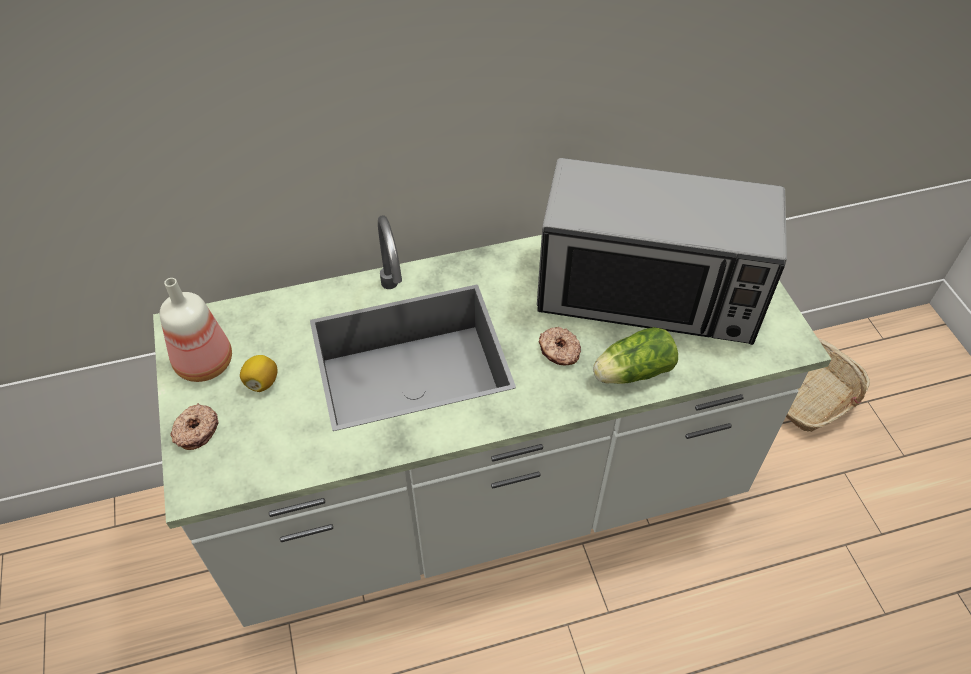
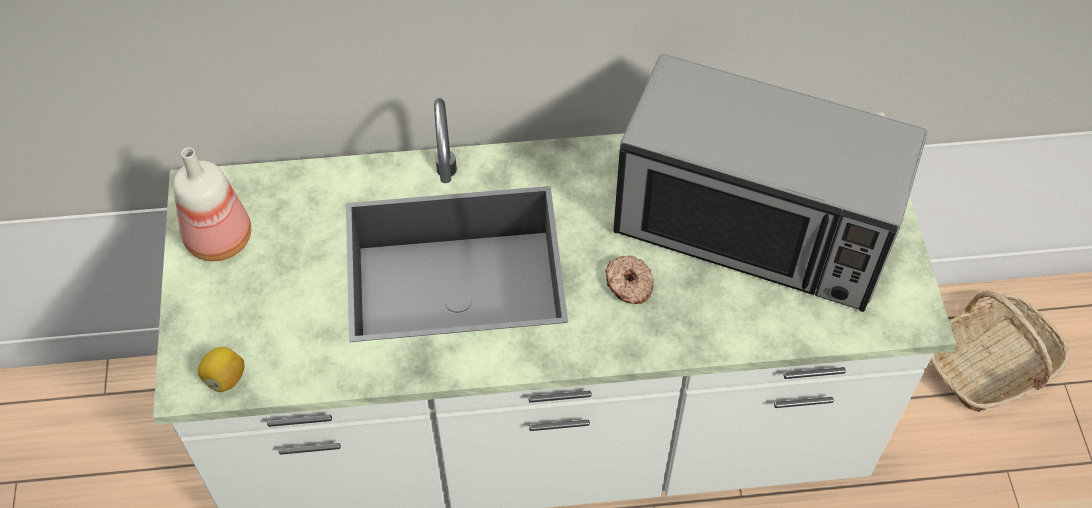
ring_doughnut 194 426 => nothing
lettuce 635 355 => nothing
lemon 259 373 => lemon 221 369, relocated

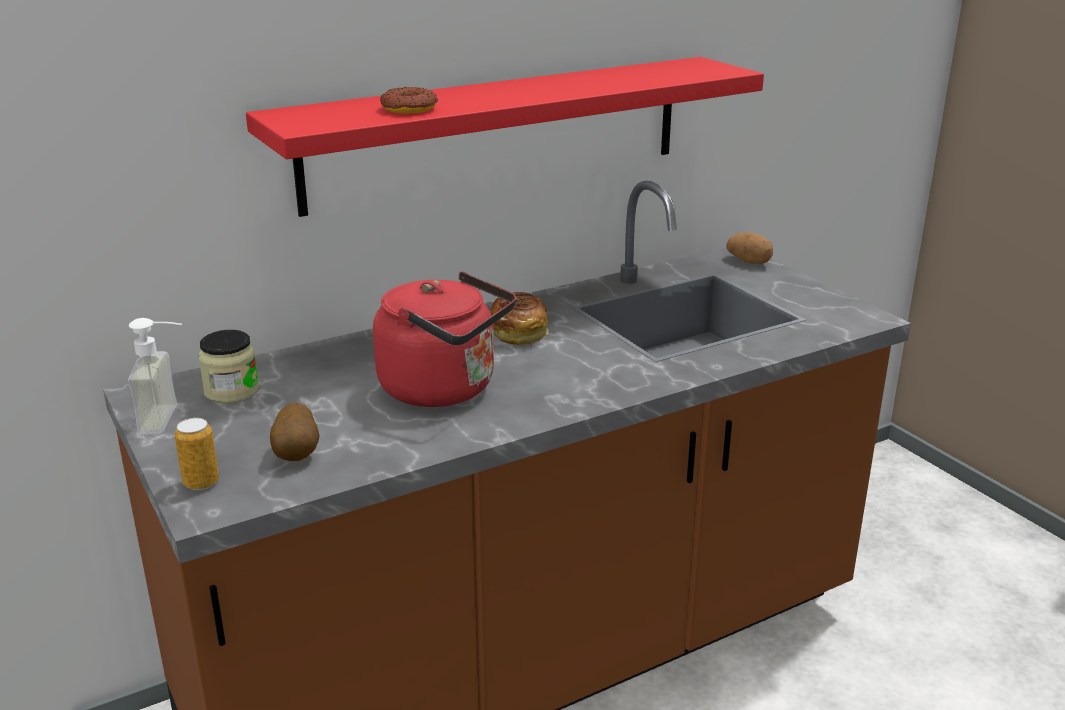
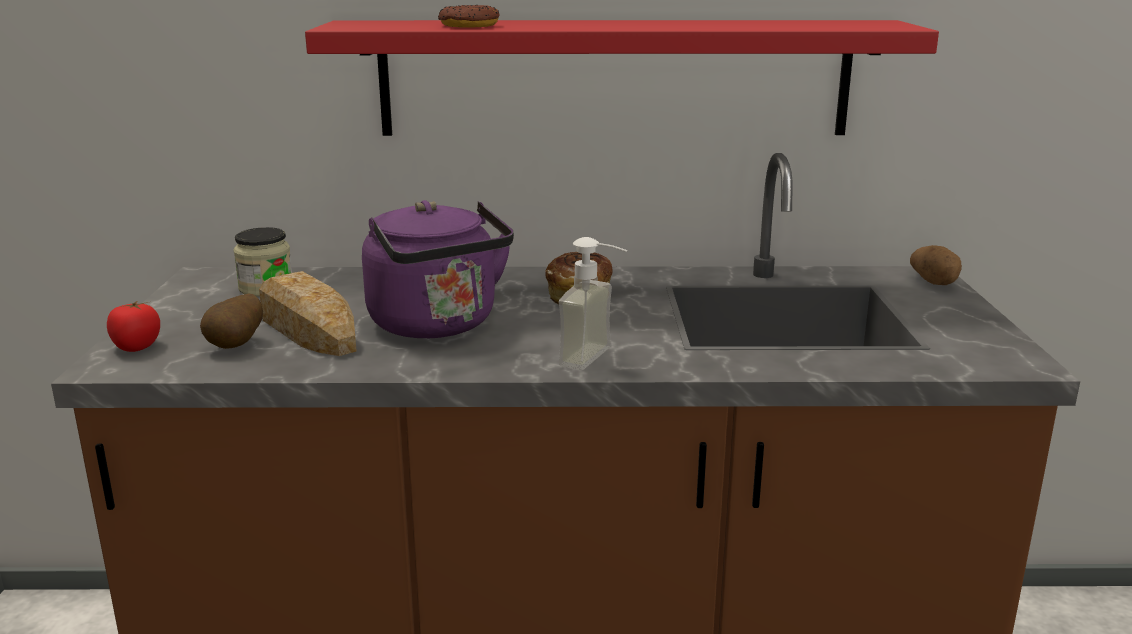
nothing => bakery_bread 307 313
liquid_soap_bottle 155 376 => liquid_soap_bottle 593 303, relocated
metal_can 196 454 => fresh_tomato 133 326
reddish_tea_kettle 444 339 => purple-coloured_tea_kettle 438 269

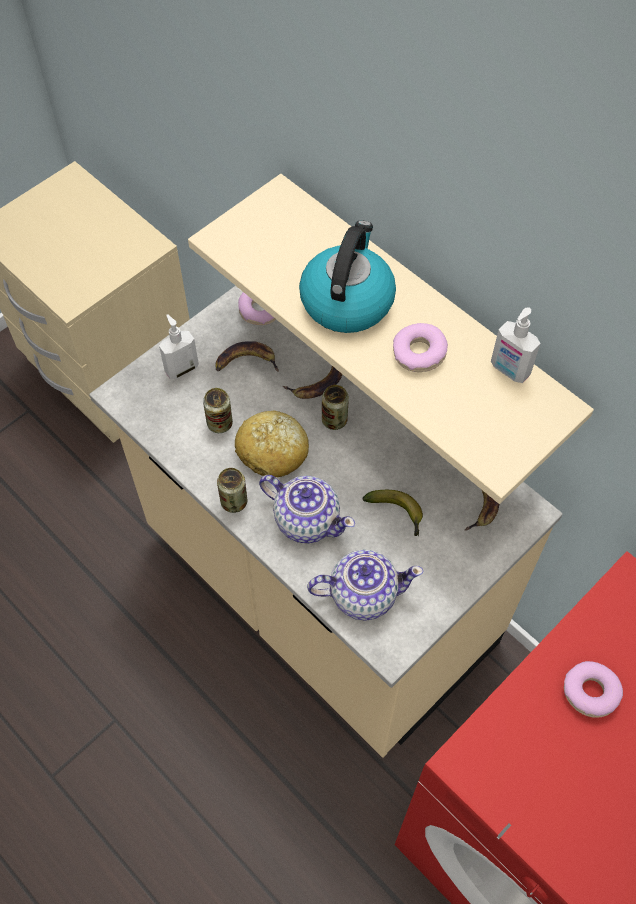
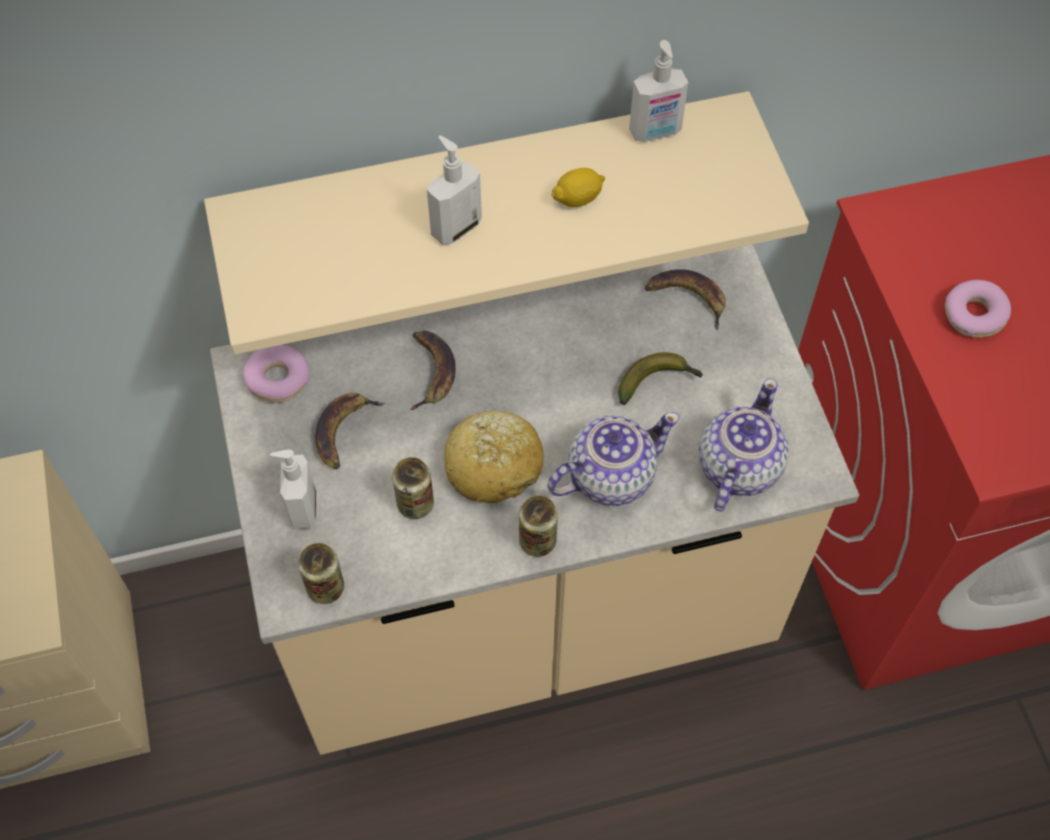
metal_can 335 407 => metal_can 321 573, relocated
tea_kettle 347 277 => liquid_soap_bottle 454 190
ring_doughnut 420 347 => lemon 578 187

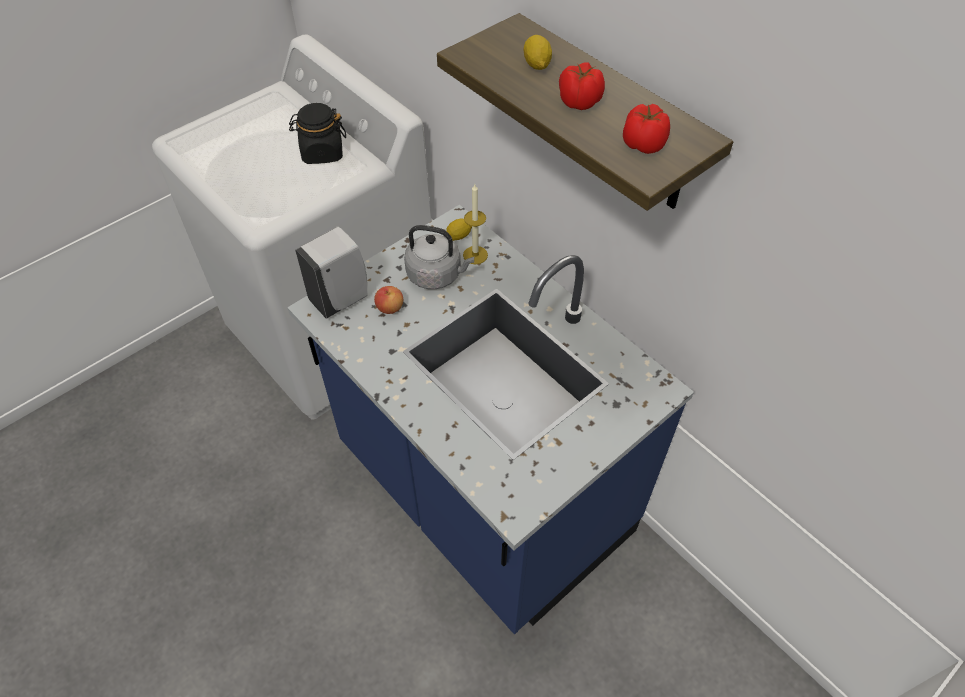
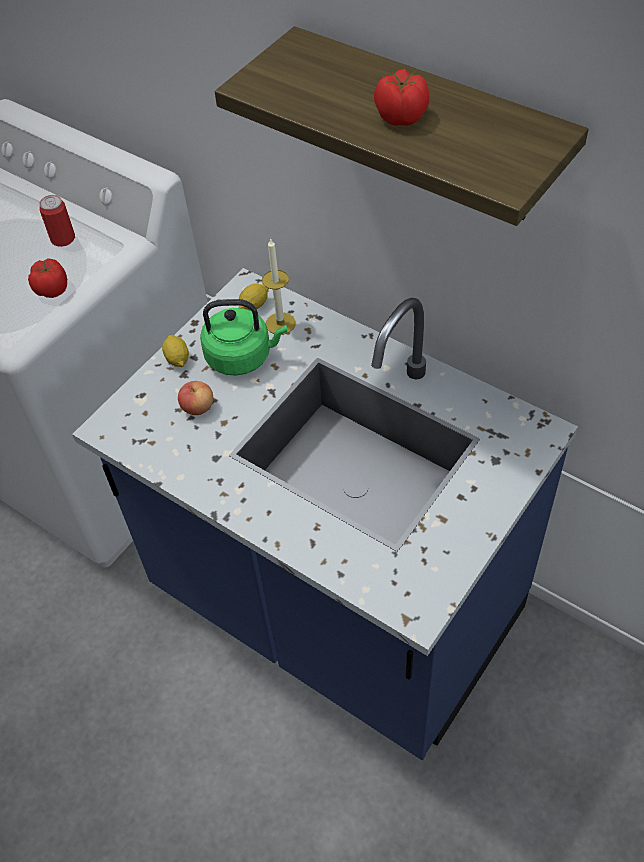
white_liquid_soap_bottle 331 272 => nothing
lemon 538 52 => lemon 175 351, relocated
fresh_tomato 646 129 => fresh_tomato 47 278, relocated
blackish_preserve_jar 317 133 => metal_can 57 221
greyish_tea_kettle 439 257 => greenish_tea_kettle 243 337

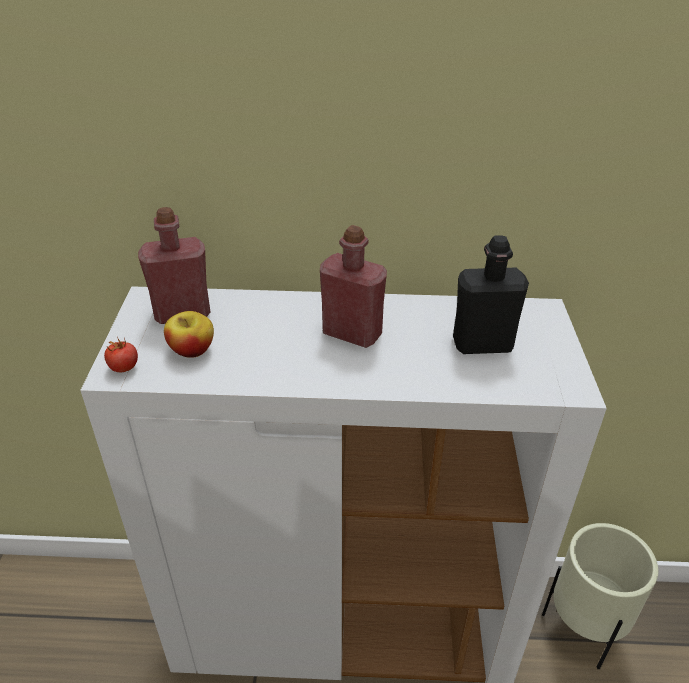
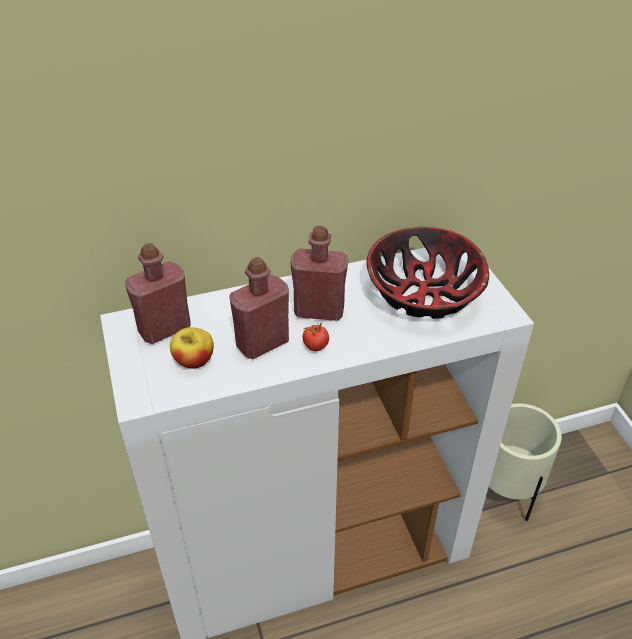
nothing => reddish_beverage_bottle 259 308
fresh_tomato 121 354 => fresh_tomato 316 336, relocated
blackish_beverage_bottle 491 294 => serving_bowl 427 273

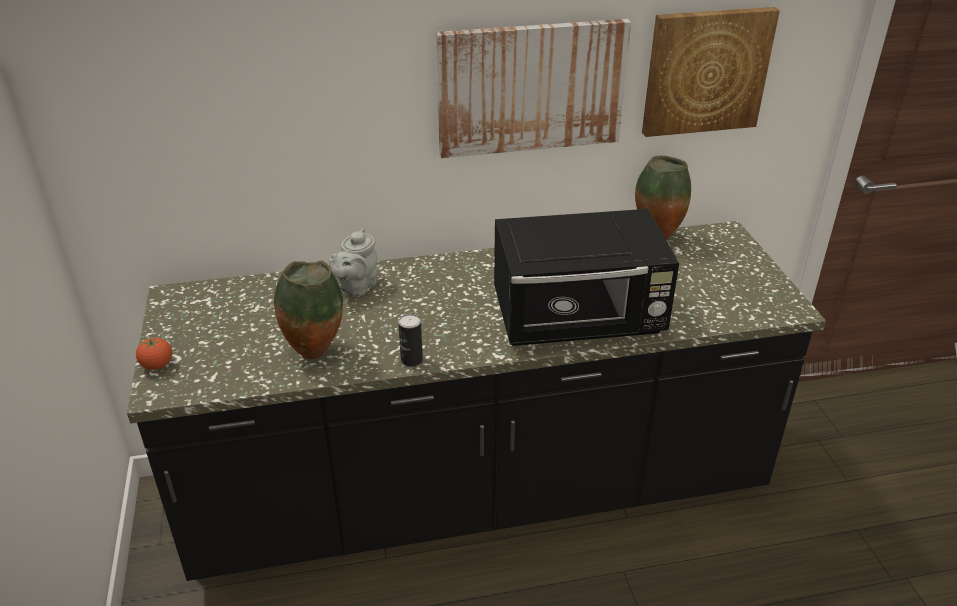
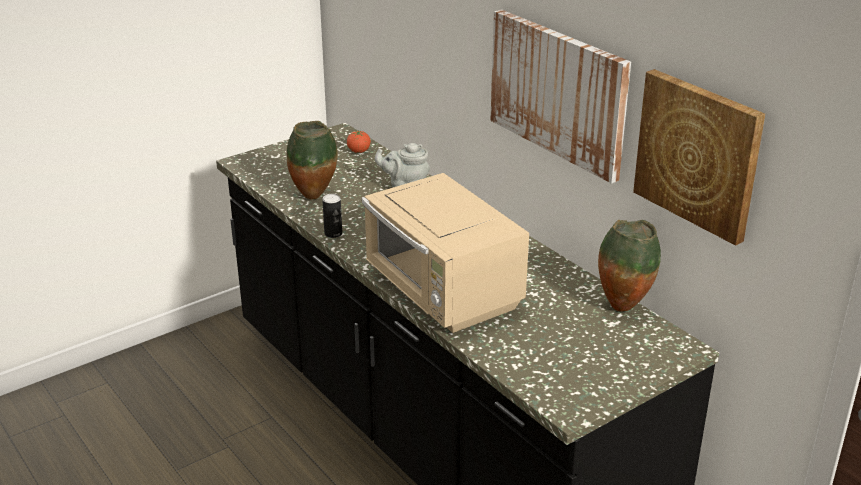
fresh_tomato 154 353 => fresh_tomato 359 141, relocated
blackish_kitchen_microwave 586 277 => sand-coloured_kitchen_microwave 445 253

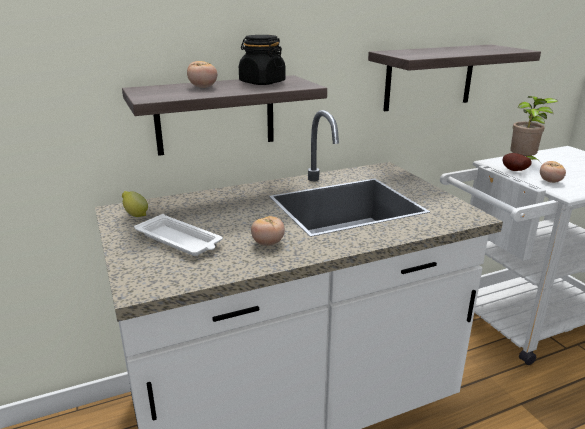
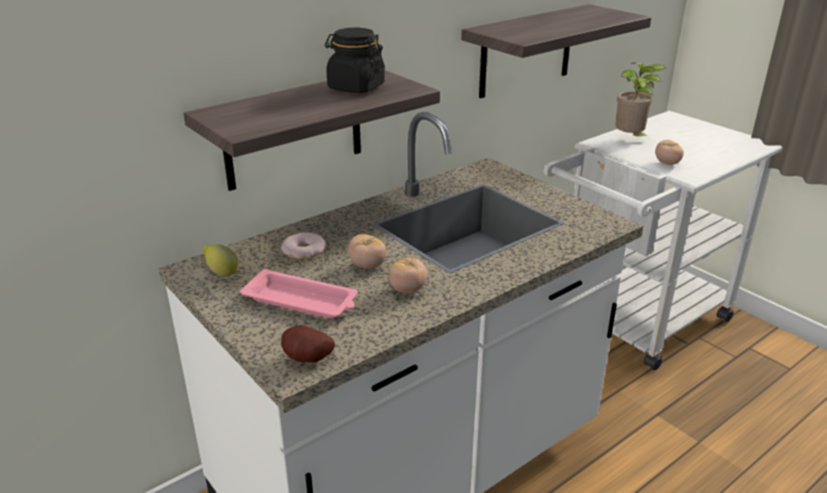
nothing => ring_doughnut 303 245
fresh_tomato 202 74 => fresh_tomato 367 251, relocated
whole_potato 517 162 => whole_potato 308 344, relocated
white_serving_tray 178 235 => pink-coloured_serving_tray 299 294

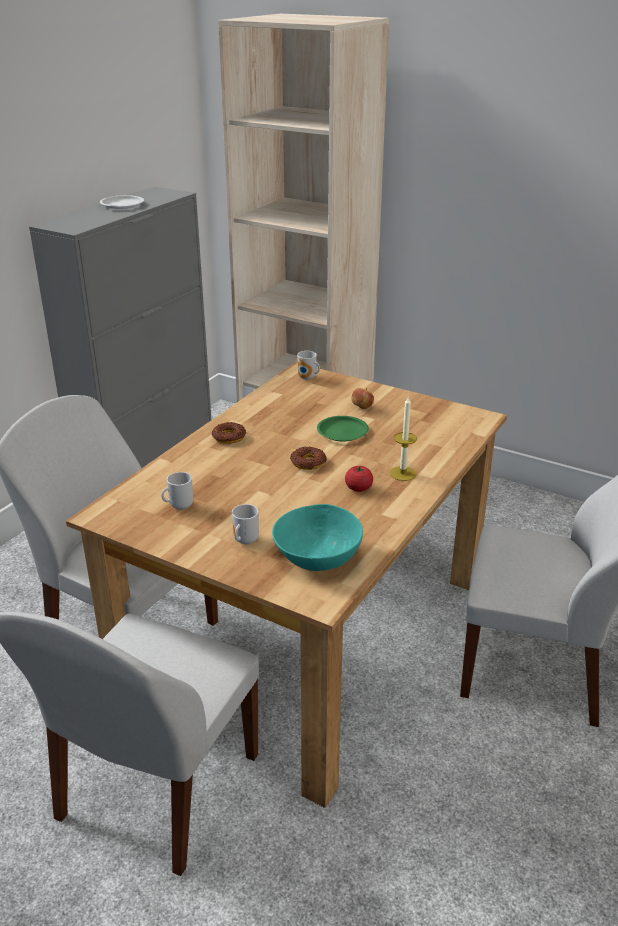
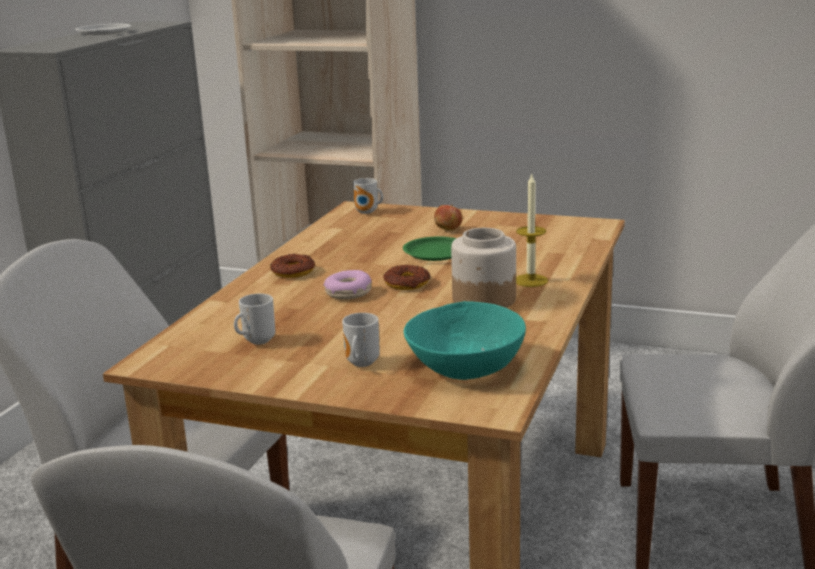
nothing => ring_doughnut 347 284
fresh_tomato 359 479 => preserve_jar 483 268

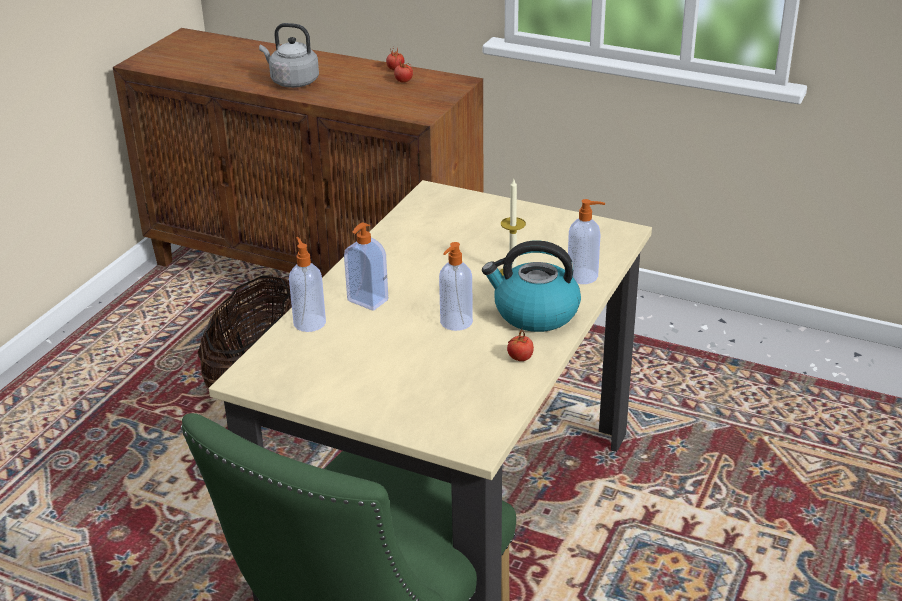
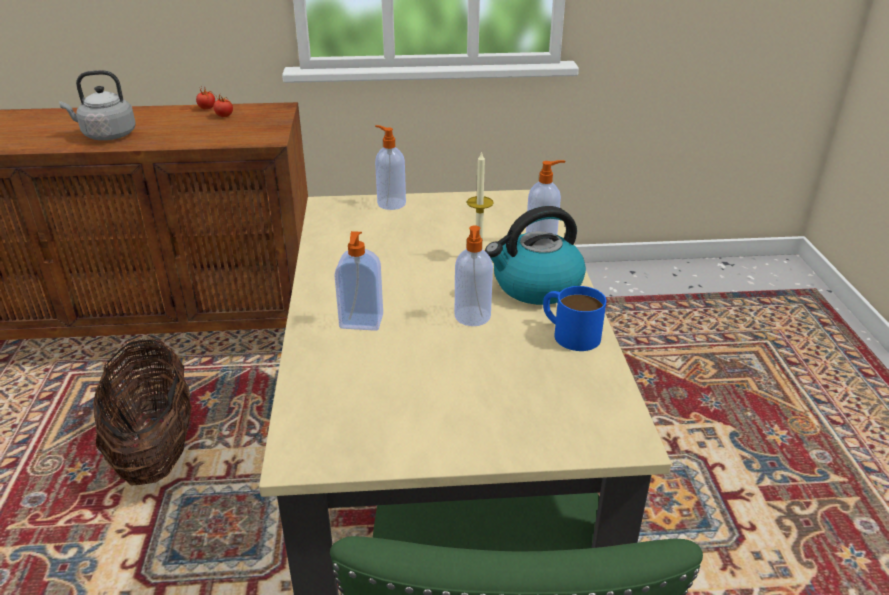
liquid_soap_bottle 307 284 => liquid_soap_bottle 390 167, relocated
fresh_tomato 520 345 => blue_coffee_mug 574 318

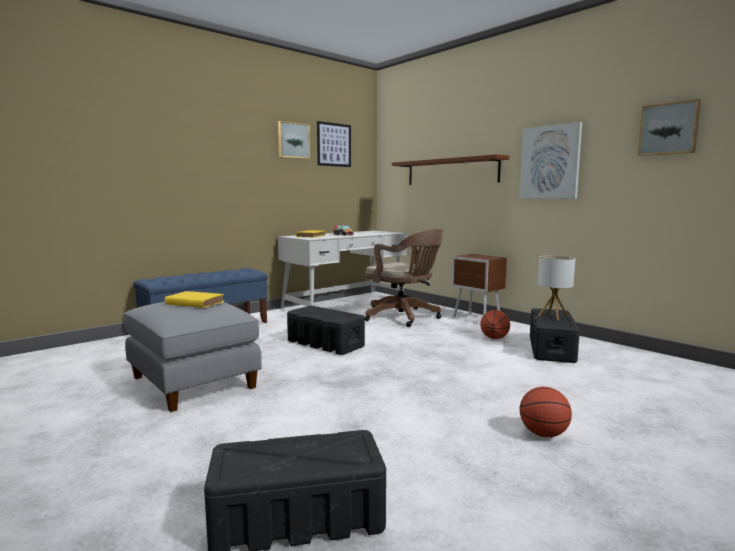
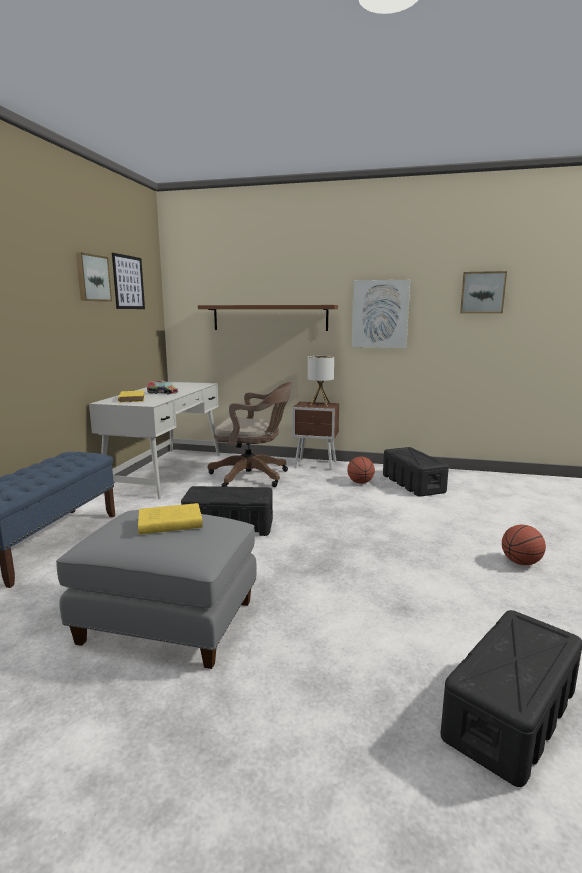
lamp_for_a_table 556 288 => lamp_for_a_table 320 381, relocated

